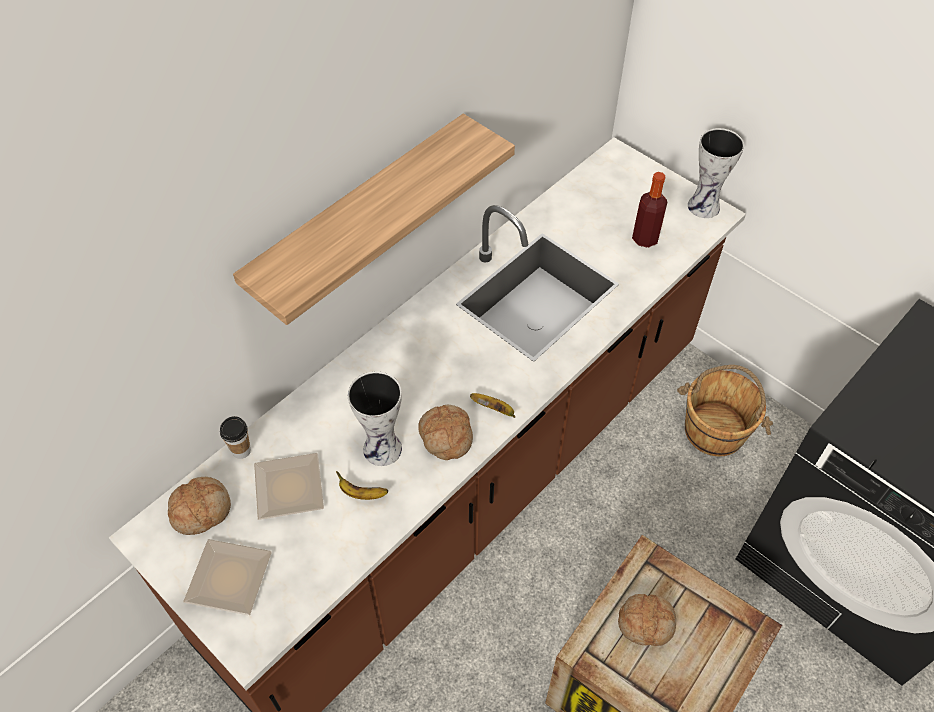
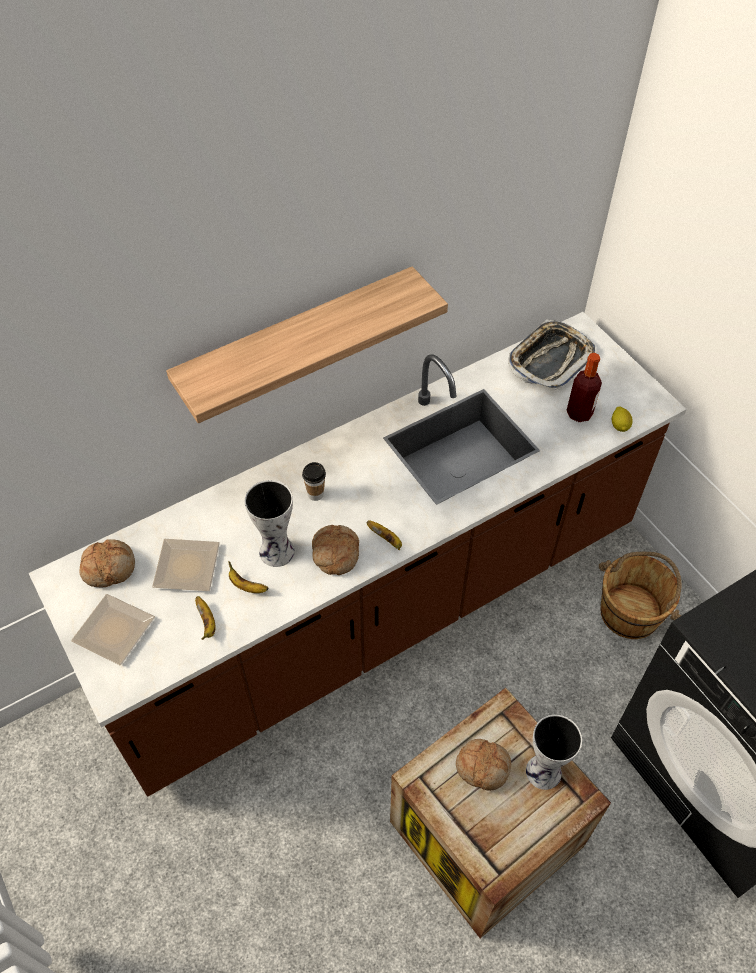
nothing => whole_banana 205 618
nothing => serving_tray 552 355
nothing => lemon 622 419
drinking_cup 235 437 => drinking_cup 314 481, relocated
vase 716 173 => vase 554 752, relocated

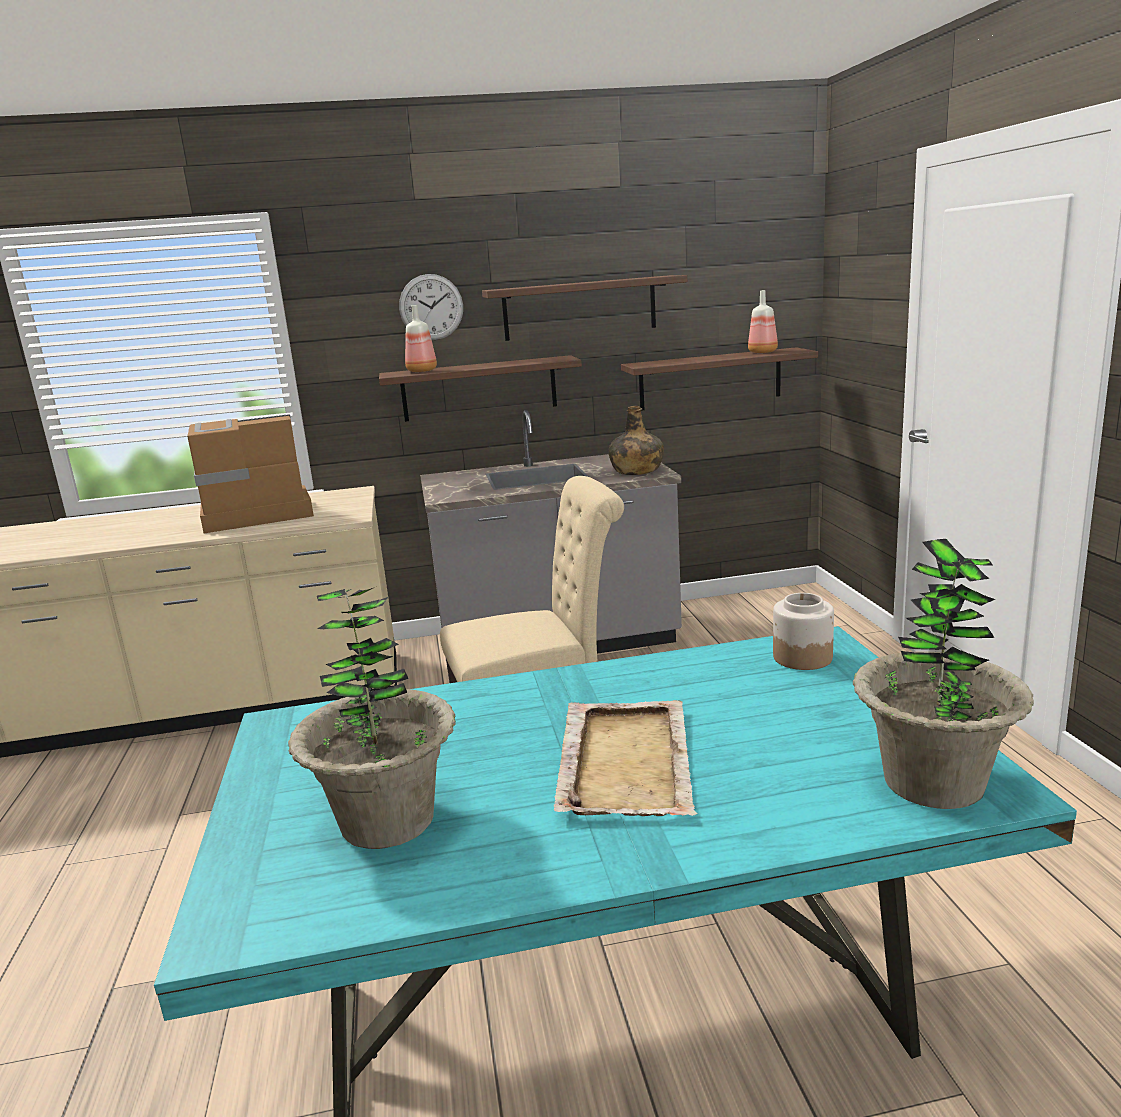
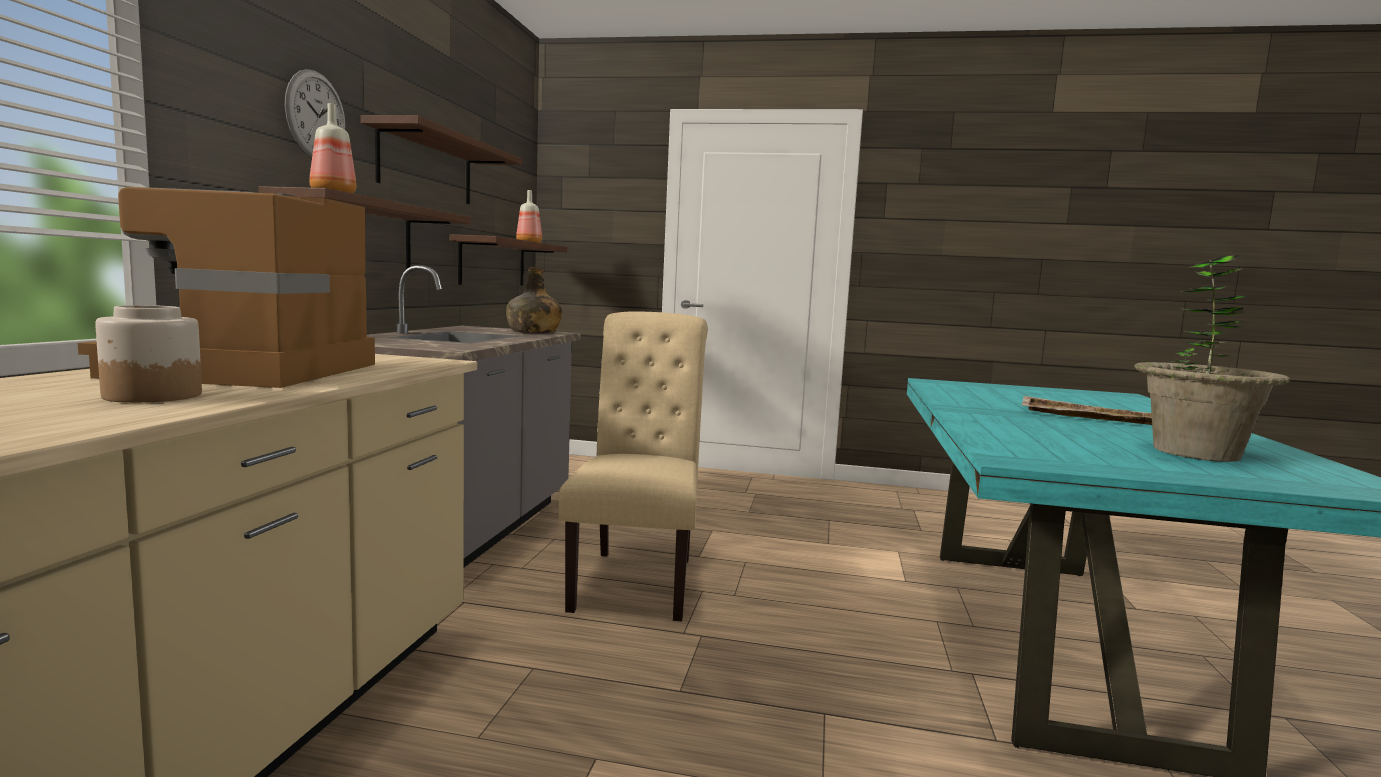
potted_plant 943 674 => nothing
preserve_jar 803 631 => preserve_jar 148 354, relocated

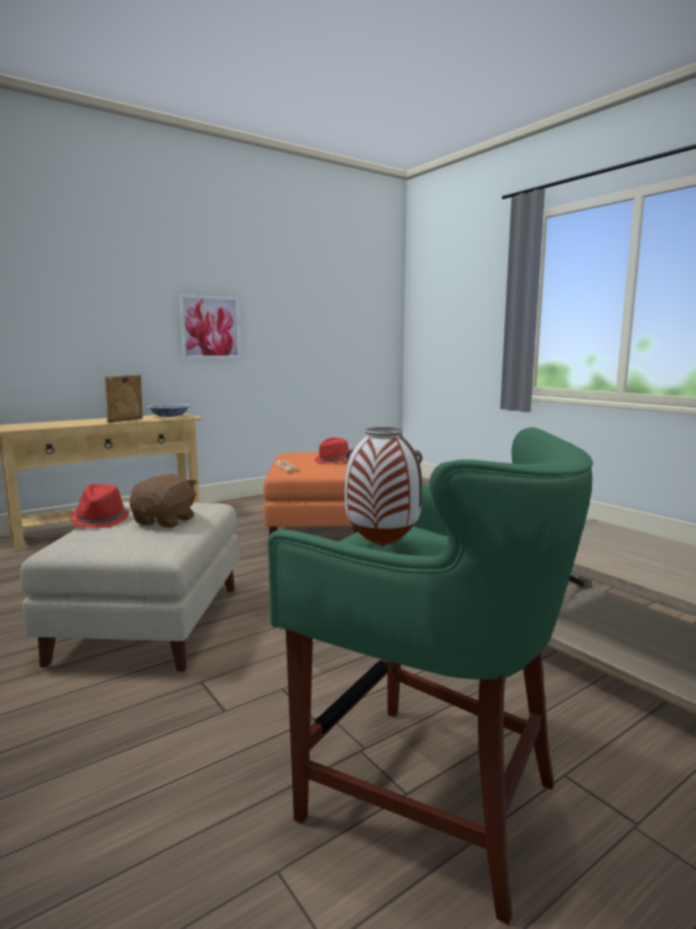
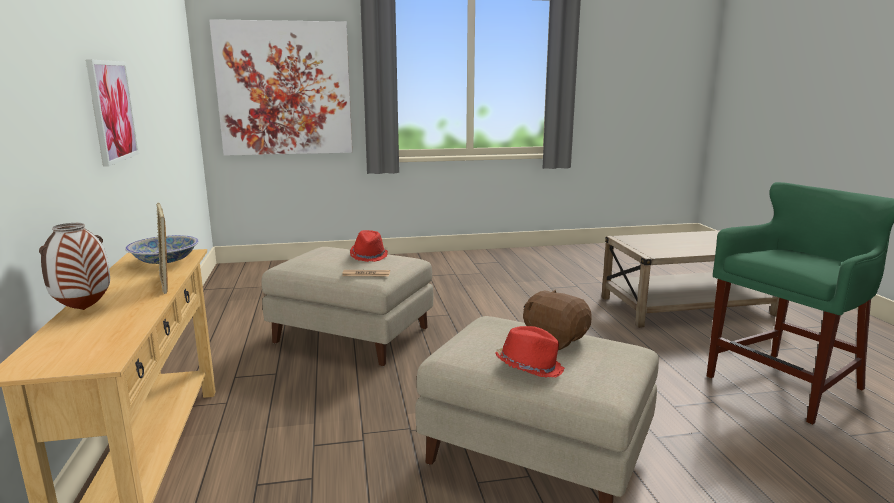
nothing => picture 280 87
vase 383 487 => vase 74 266, relocated
orange-coloured_ottoman 311 494 => sand-coloured_ottoman 347 306

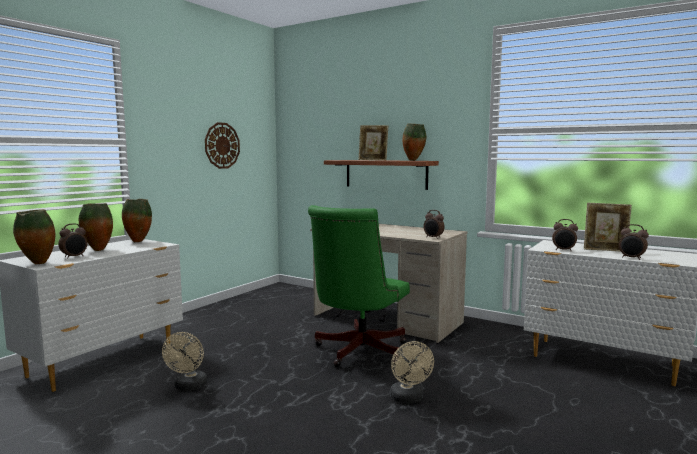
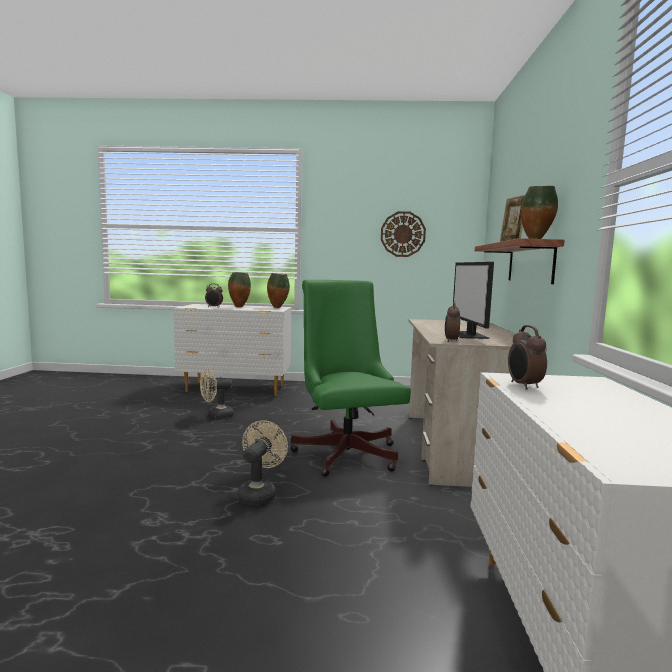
vase 34 236 => nothing
photo_frame 608 227 => nothing
alarm_clock 634 242 => nothing
nothing => computer_display 473 300
greenish_computer_chair 359 286 => greenish_computer_chair 351 378, 75 degrees clockwise
sand-coloured_fan 412 372 => sand-coloured_fan 262 463, 150 degrees clockwise

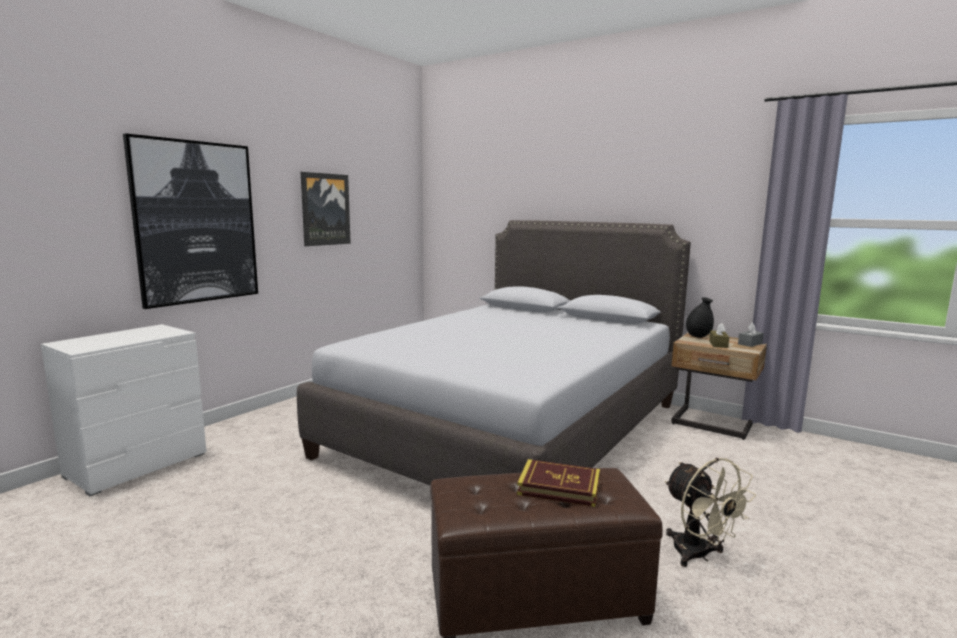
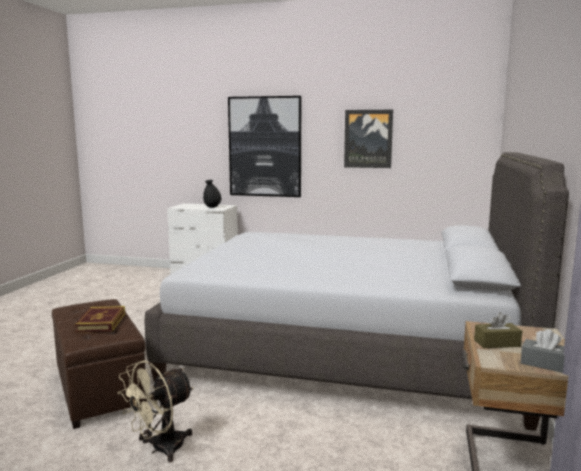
blackish_vase 700 317 => blackish_vase 212 194, relocated

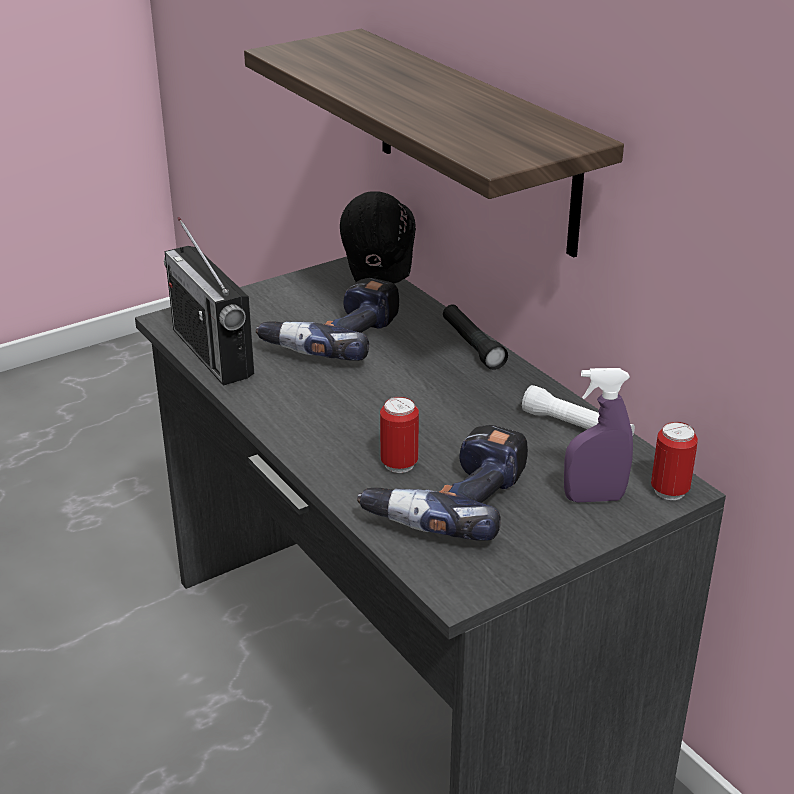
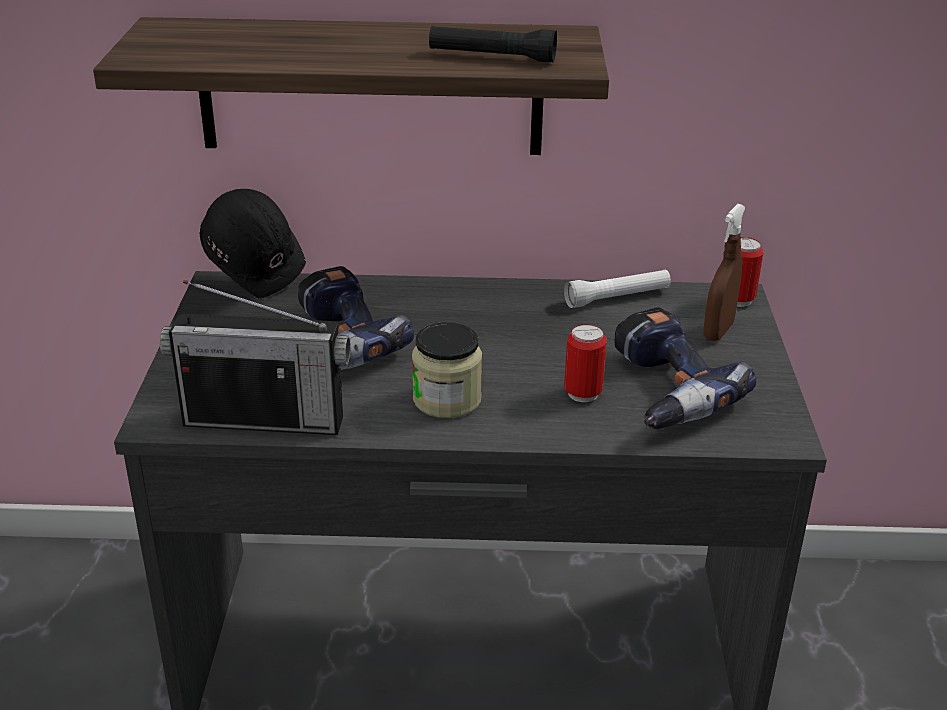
nothing => preserve_jar 447 370
blackish_torch 475 337 => blackish_torch 493 44, relocated
purple-coloured_hand_sprayer 598 435 => brown_hand_sprayer 724 272

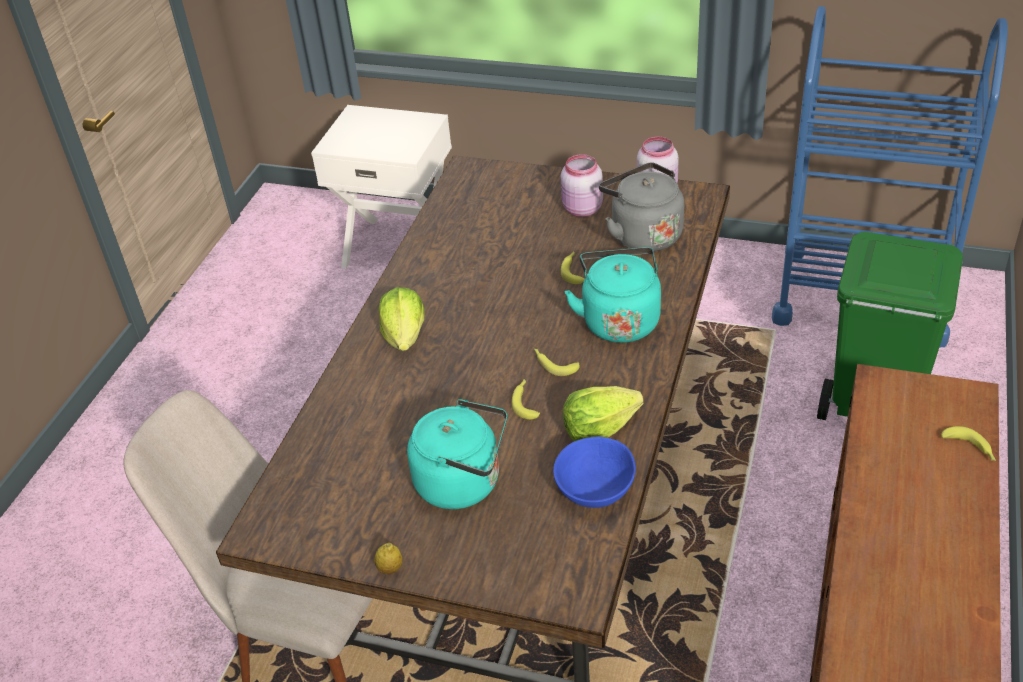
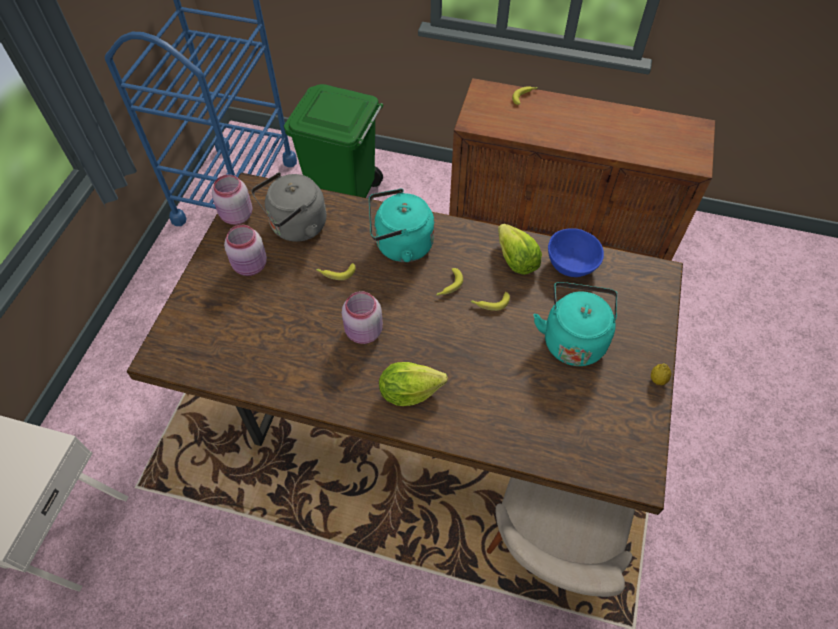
nothing => pink-coloured_preserve_jar 362 317

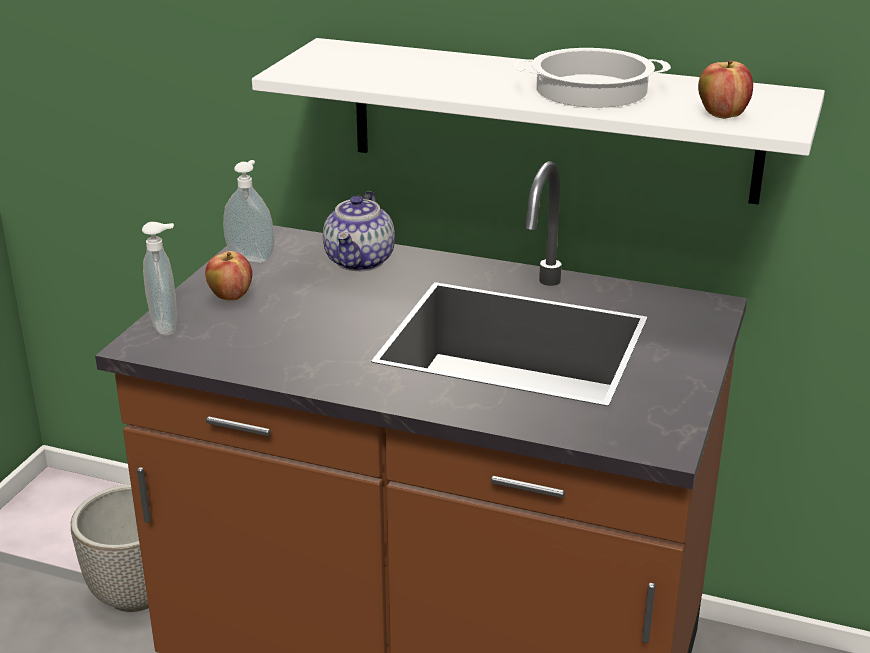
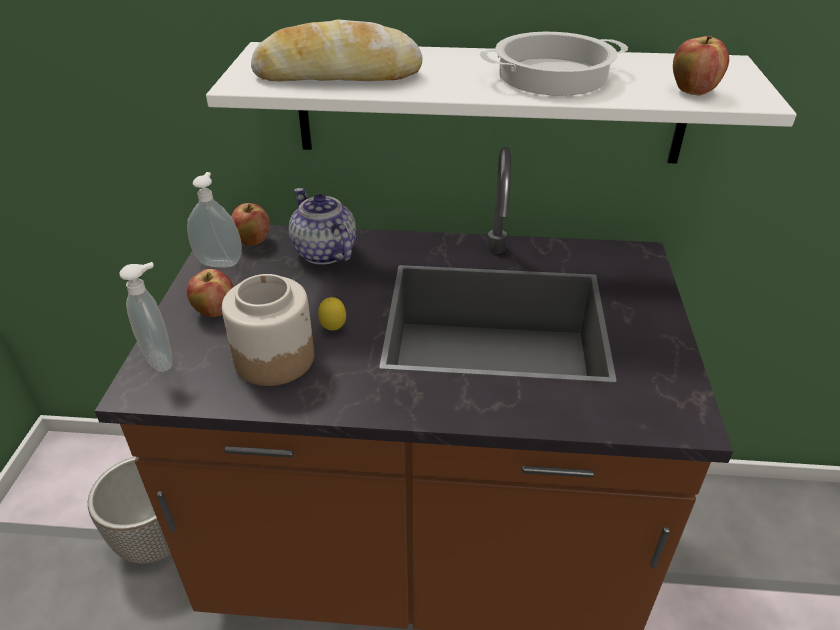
nothing => preserve_jar 268 330
nothing => apple_fruit 250 224
nothing => bakery_bread 336 50
nothing => lemon 332 314
tea_pot 359 231 => tea_pot 322 226, 150 degrees clockwise

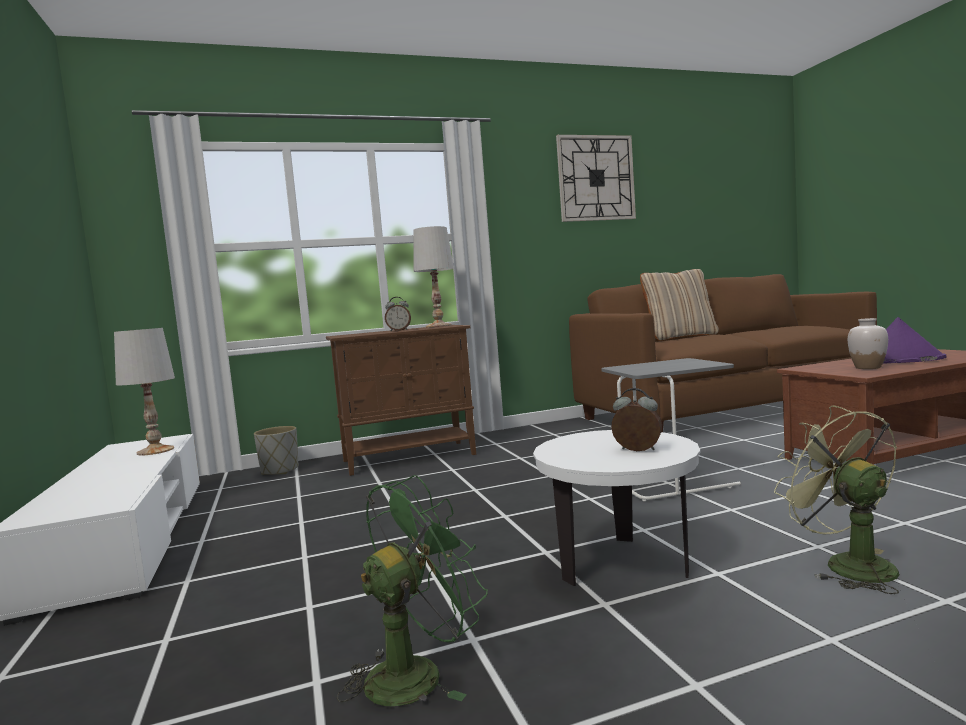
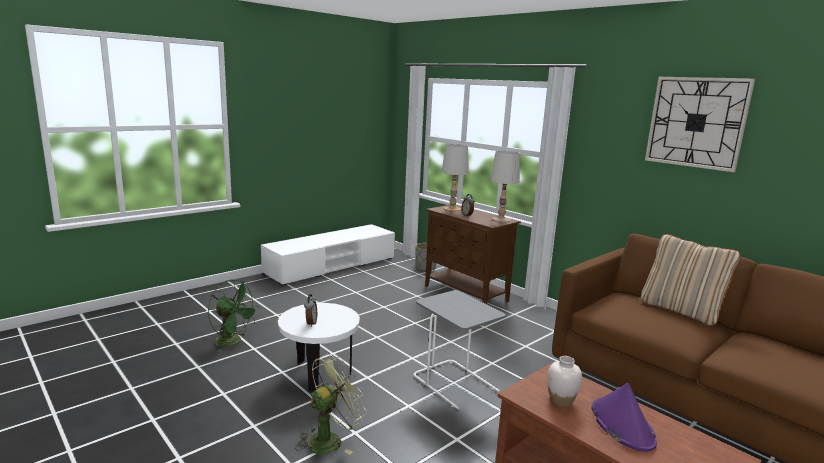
white_lamp_for_a_table 144 391 => white_lamp_for_a_table 455 177, relocated

